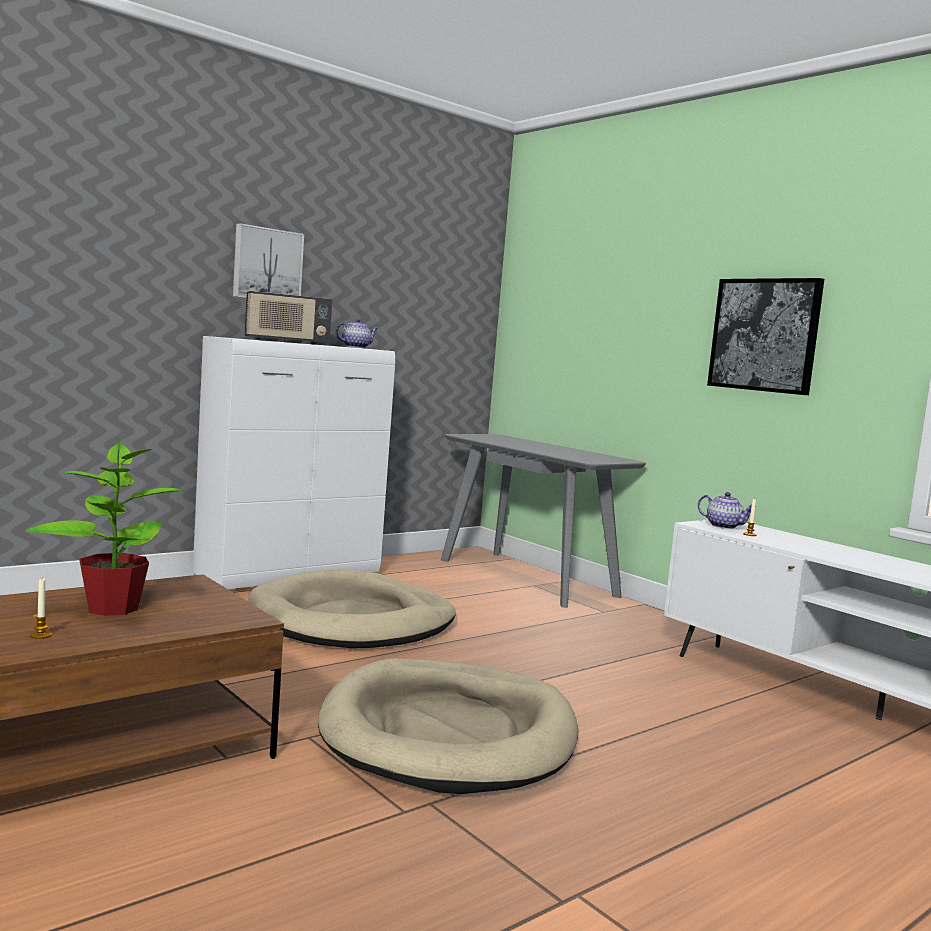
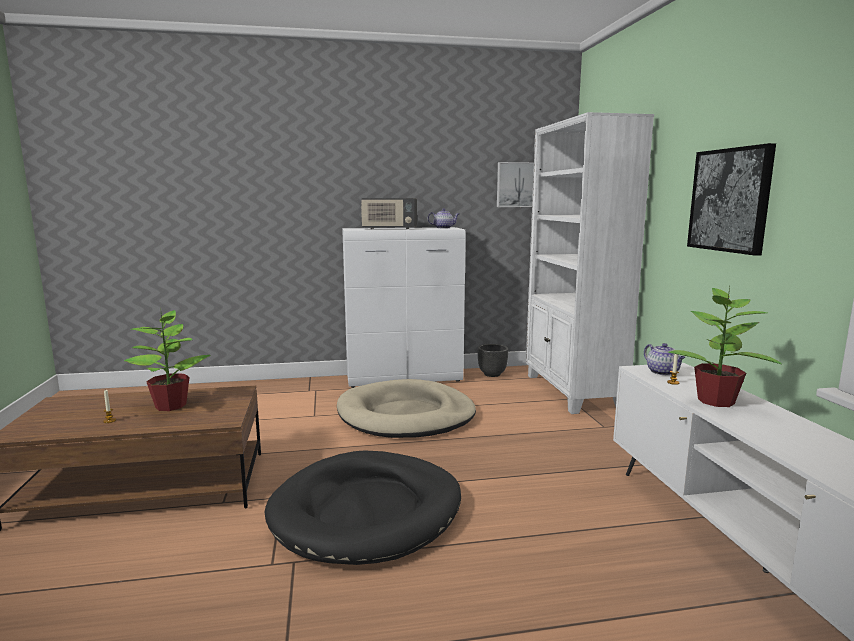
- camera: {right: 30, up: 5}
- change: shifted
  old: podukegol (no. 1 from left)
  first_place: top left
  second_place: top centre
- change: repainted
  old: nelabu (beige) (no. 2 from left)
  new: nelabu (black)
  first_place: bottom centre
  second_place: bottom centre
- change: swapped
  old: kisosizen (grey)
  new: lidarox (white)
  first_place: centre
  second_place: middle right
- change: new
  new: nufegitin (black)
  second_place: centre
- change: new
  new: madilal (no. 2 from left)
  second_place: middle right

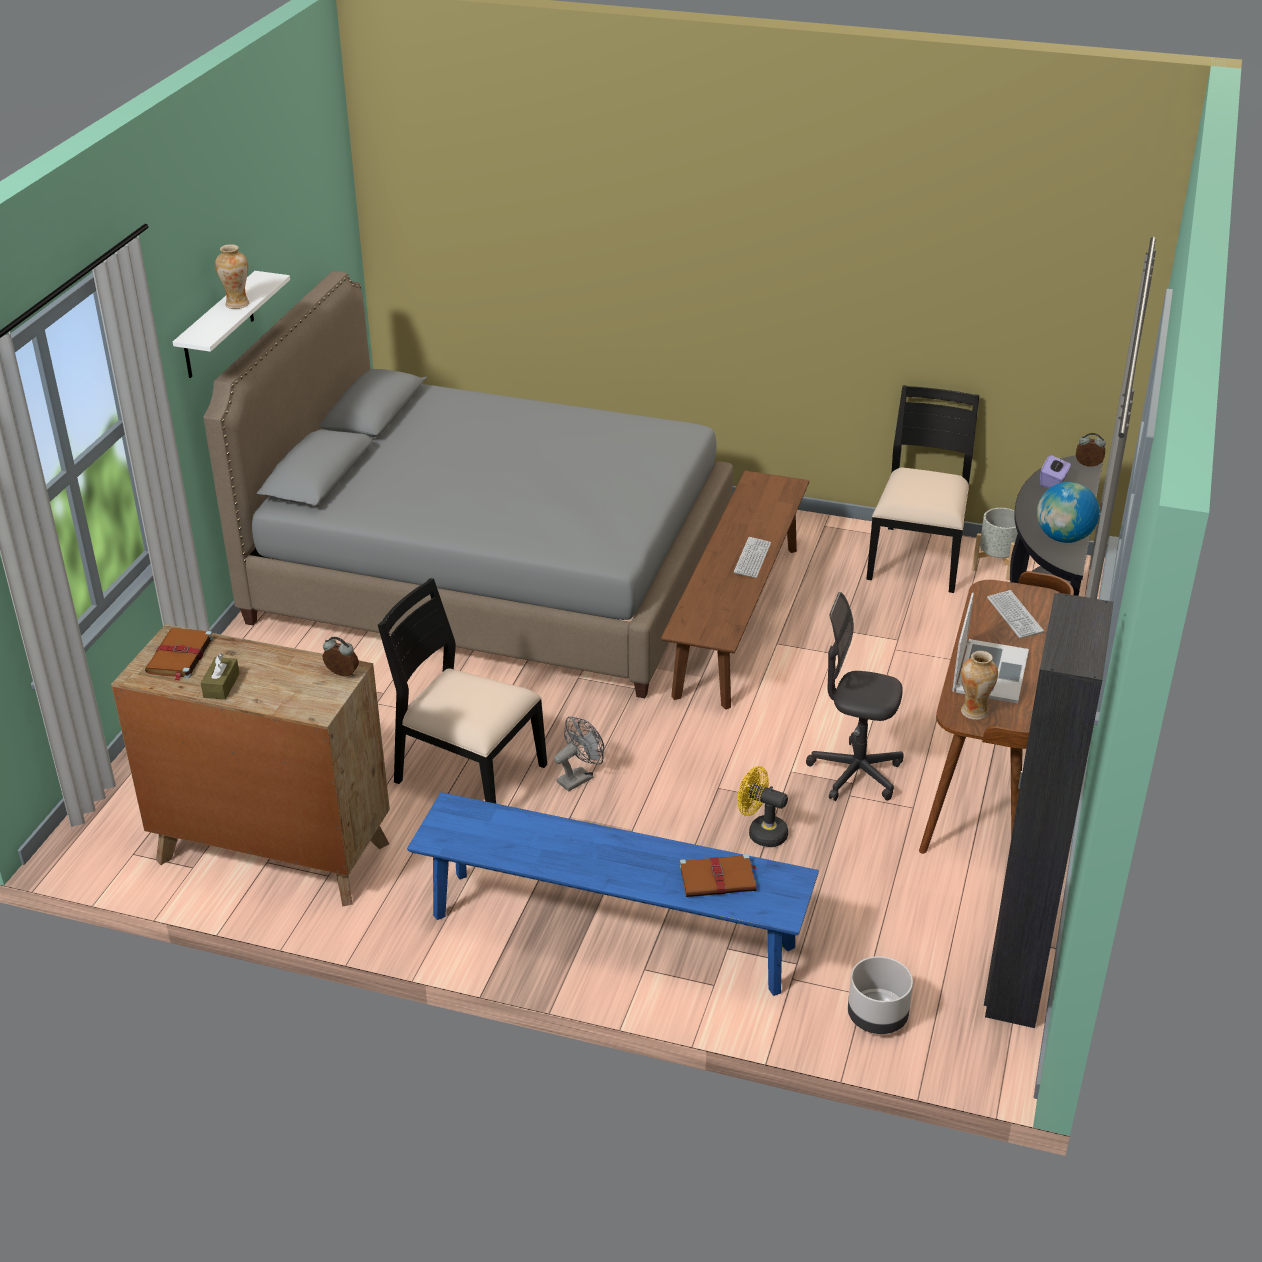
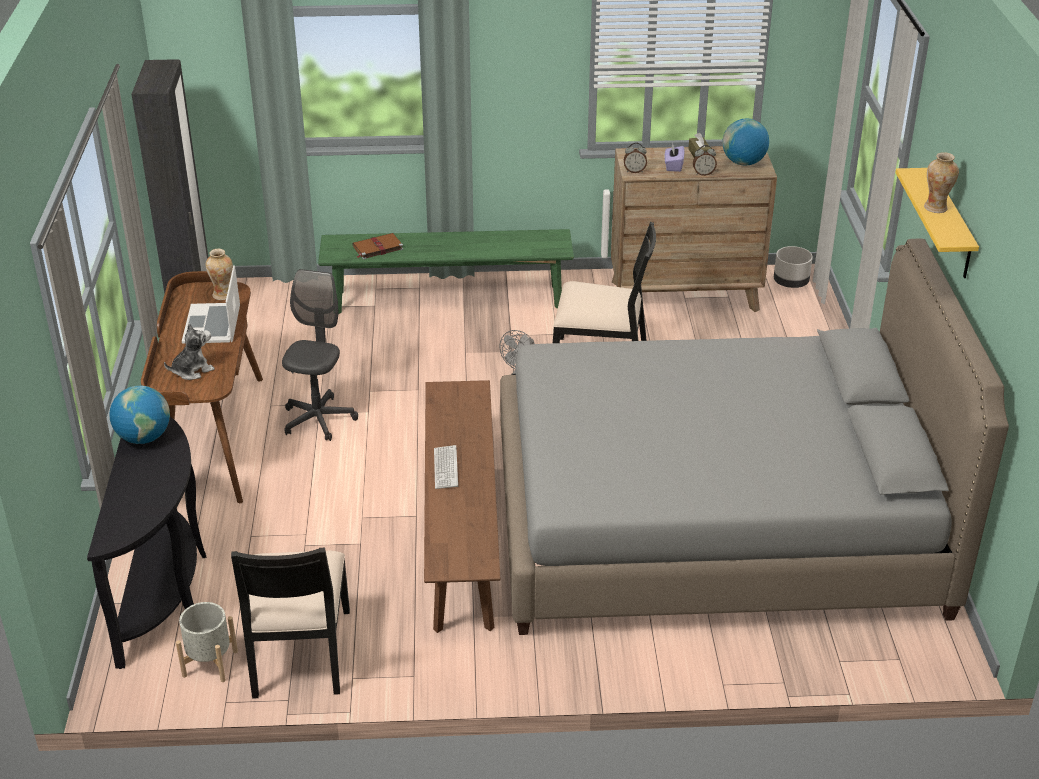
- camera: {right: 160, up: 0}
- change: swapped
  old: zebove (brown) (no. 1 from left)
  new: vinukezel (no. 2 from left)
  first_place: middle left
  second_place: top right
- change: repainted
  old: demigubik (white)
  new: demigubik (yellow)
  first_place: top left
  second_place: top right
- change: repainted
  old: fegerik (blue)
  new: fegerik (green)
  first_place: bottom centre
  second_place: centre
- change: gone
  old: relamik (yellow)
  first_place: centre
- change: rotated
  old: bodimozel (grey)
  first_place: middle right
  second_place: middle left
  degrees: -75
- change: shifted
  old: nufegitin (grey) (no. 1 from left in the first image)
  new: nufegitin (grey) (no. 2 from left)
  first_place: bottom right
  second_place: middle right
- change: swapped
  old: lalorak (no. 2 from left)
  new: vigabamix
  first_place: middle right
  second_place: middle left
- change: shifted
  old: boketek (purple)
  first_place: middle right
  second_place: top centre
- change: shifted
  old: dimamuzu (no. 2 from left)
  first_place: middle right
  second_place: top right

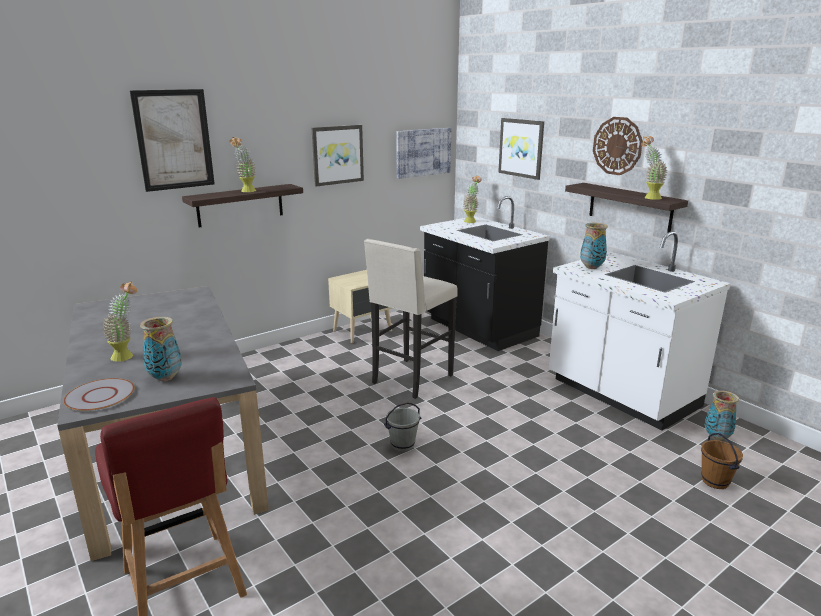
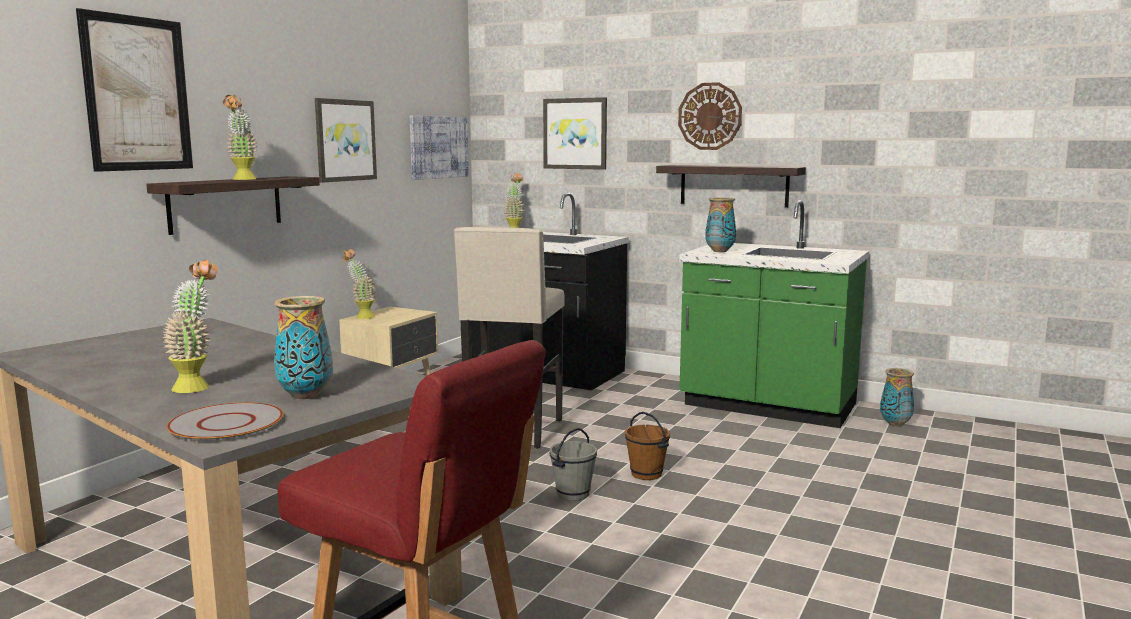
- camera: {right: -25, up: -10}
- change: repainted
  old: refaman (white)
  new: refaman (green)
  first_place: middle right
  second_place: middle right
- change: shifted
  old: madilal (no. 4 from left in the first image)
  new: madilal (no. 3 from left)
  first_place: top right
  second_place: middle left
- change: shifted
  old: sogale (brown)
  first_place: bottom right
  second_place: bottom centre

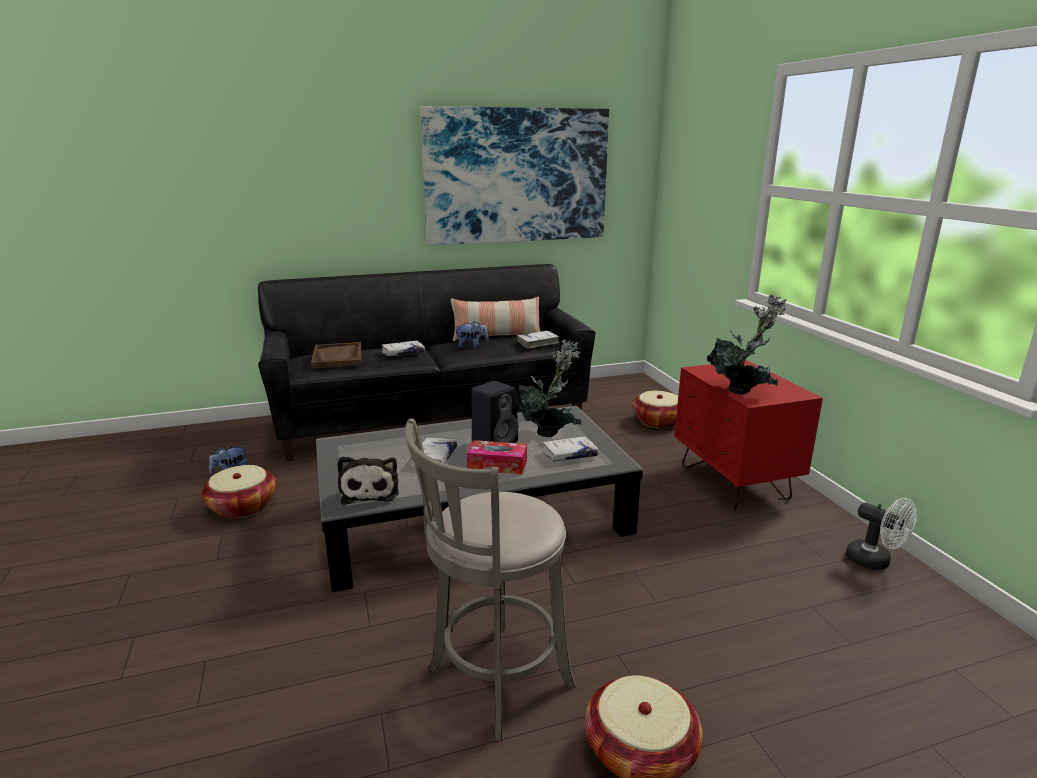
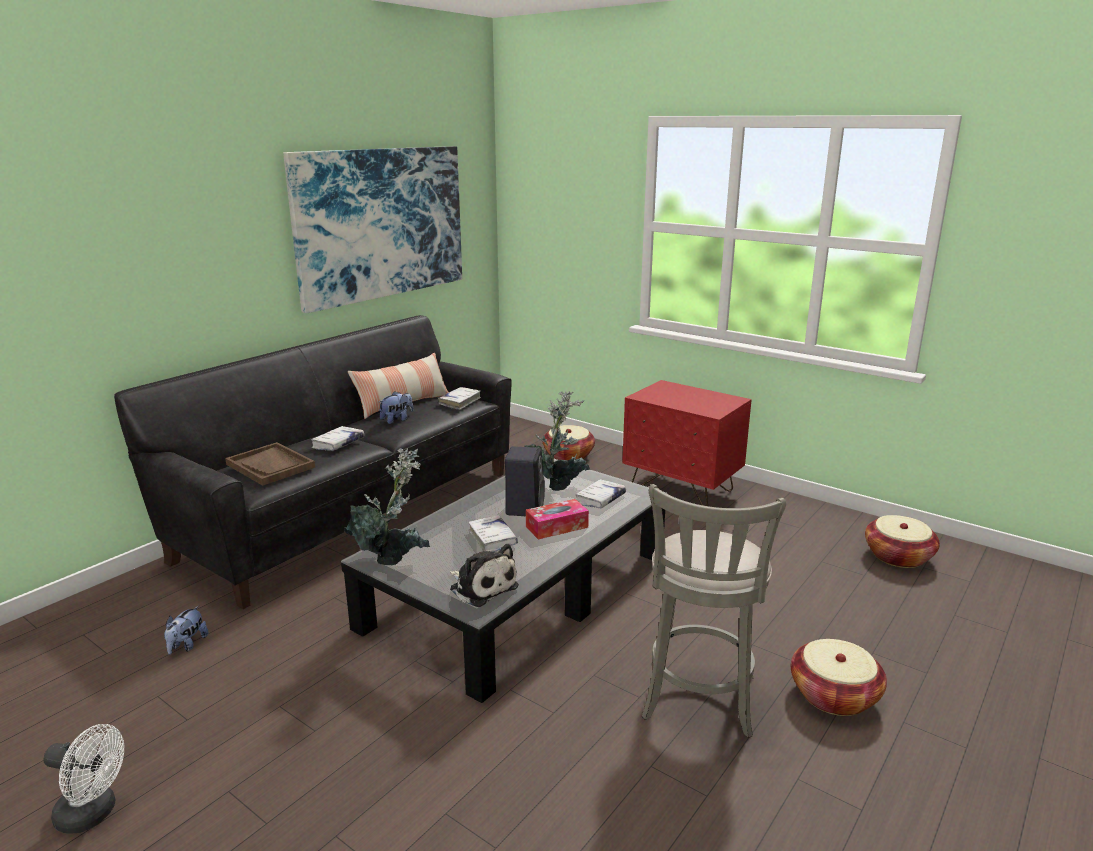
- camera: {right: -35, up: 0}
- change: shifted
  old: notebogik (no. 1 from left in the first image)
  new: notebogik (no. 3 from left)
  first_place: middle left
  second_place: middle right
- change: shifted
  old: madilal (no. 2 from left in the first image)
  new: madilal (no. 1 from left)
  first_place: middle right
  second_place: centre
- change: shifted
  old: relamik (white)
  first_place: bottom right
  second_place: bottom left

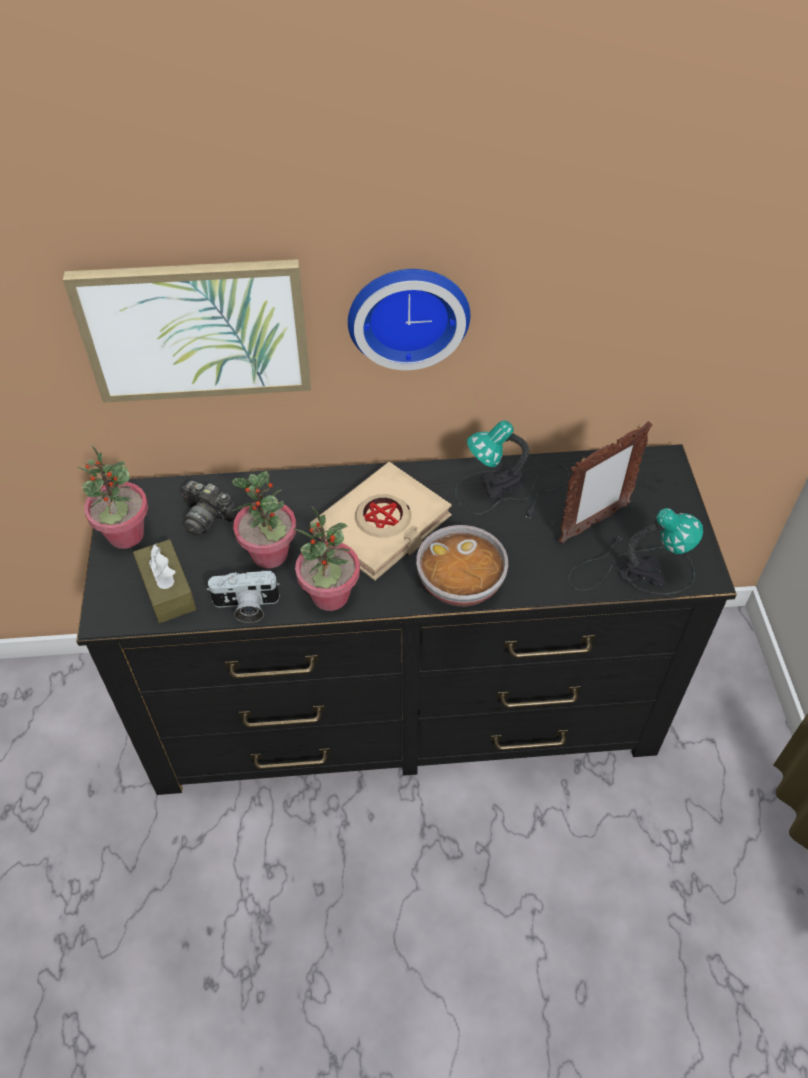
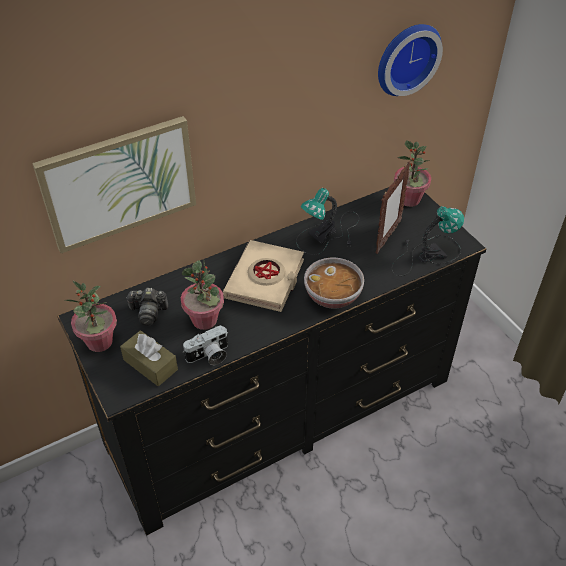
- camera: {right: -25, up: -5}
- change: shifted
  old: madilal (no. 3 from left)
  first_place: centre
  second_place: top right
- change: shifted
  old: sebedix
  first_place: top centre
  second_place: top right

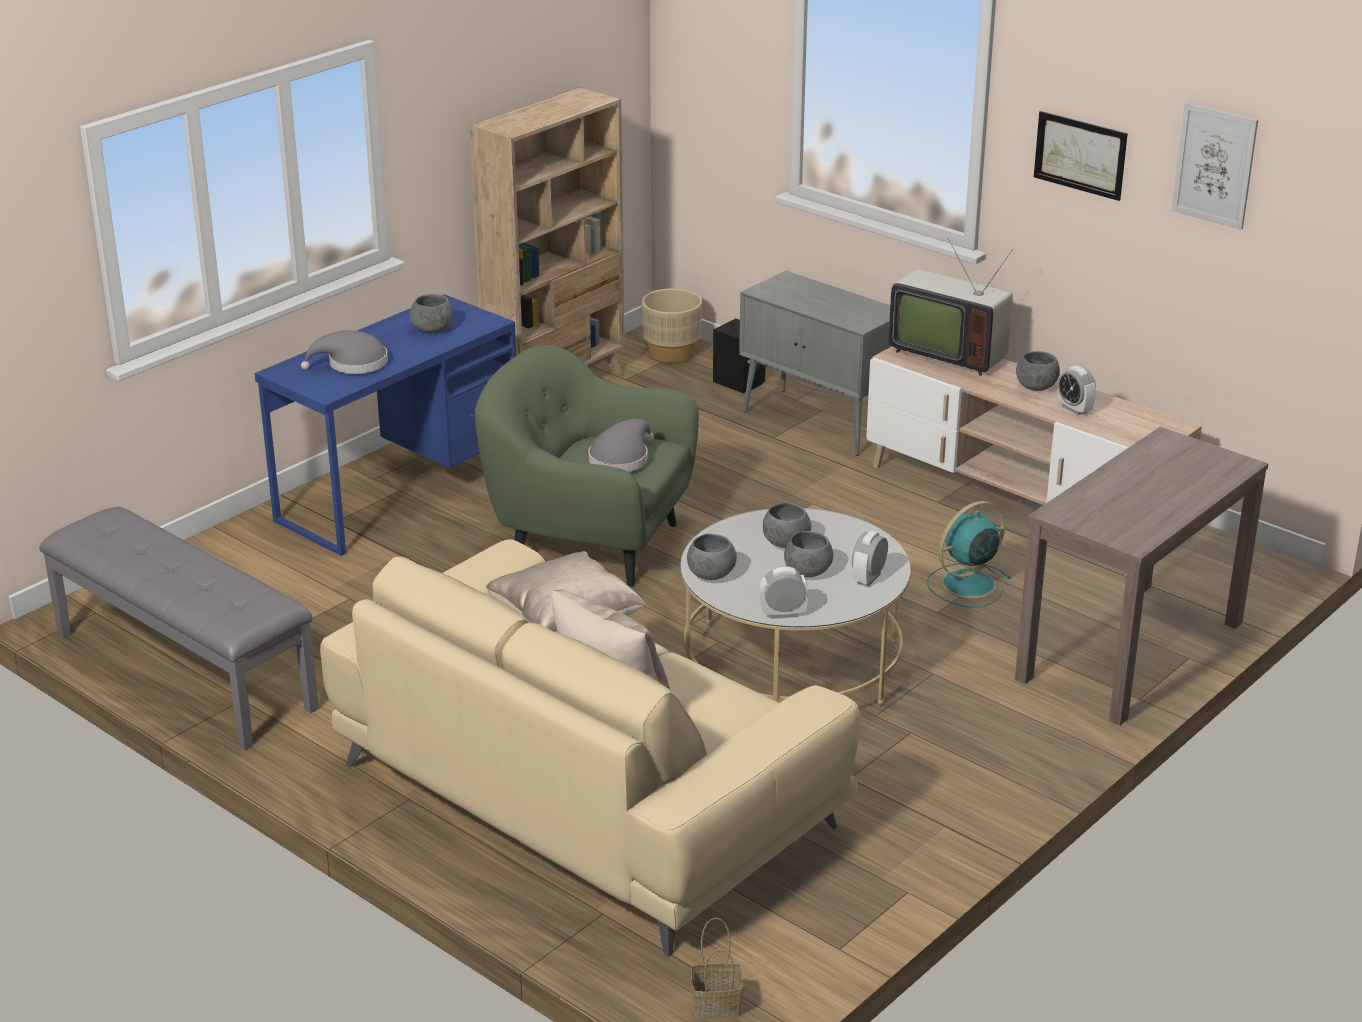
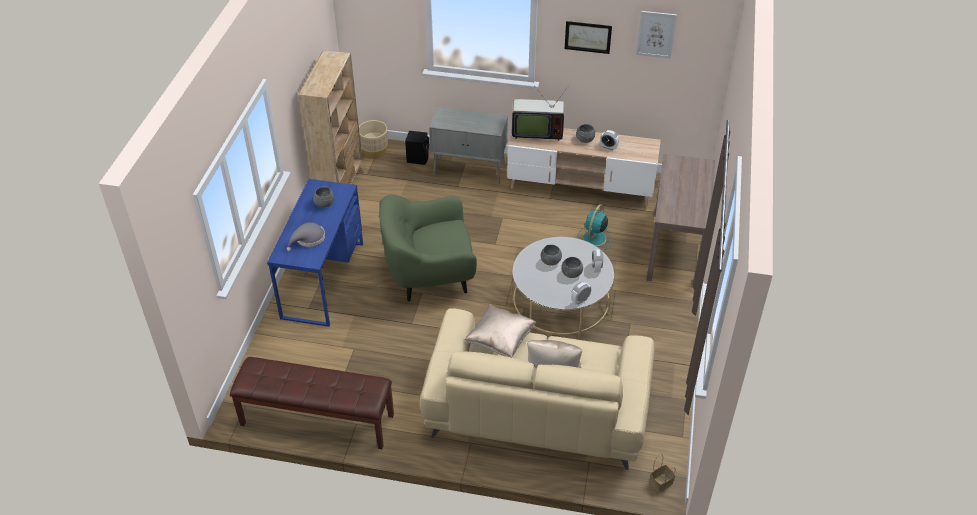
- camera: {right: -30, up: 15}
- change: repainted
  old: fegerik (grey)
  new: fegerik (brown)
  first_place: middle left
  second_place: bottom left
- change: gone
  old: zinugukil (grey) (no. 2 from left)
  first_place: centre
- change: gone
  old: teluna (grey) (no. 2 from left)
  first_place: centre

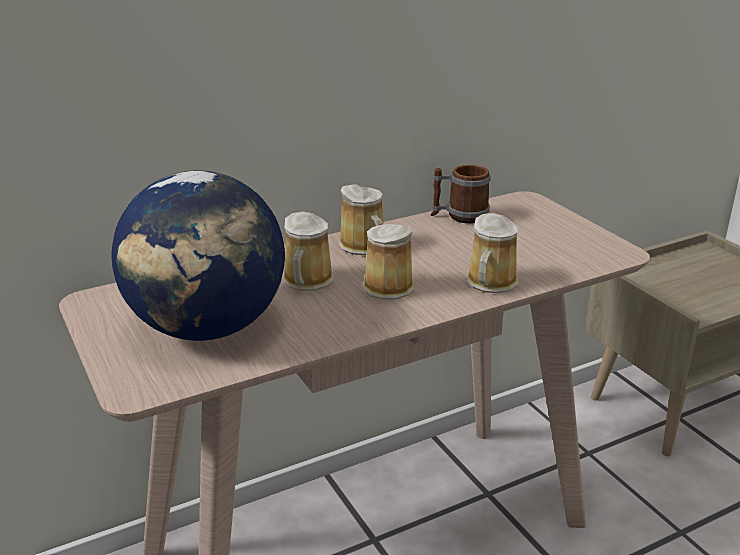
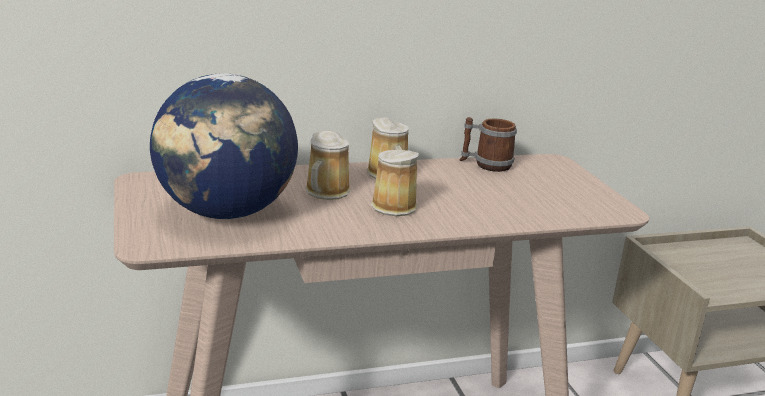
- camera: {right: 10, up: -5}
- change: gone
  old: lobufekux (no. 5 from left)
  first_place: centre

